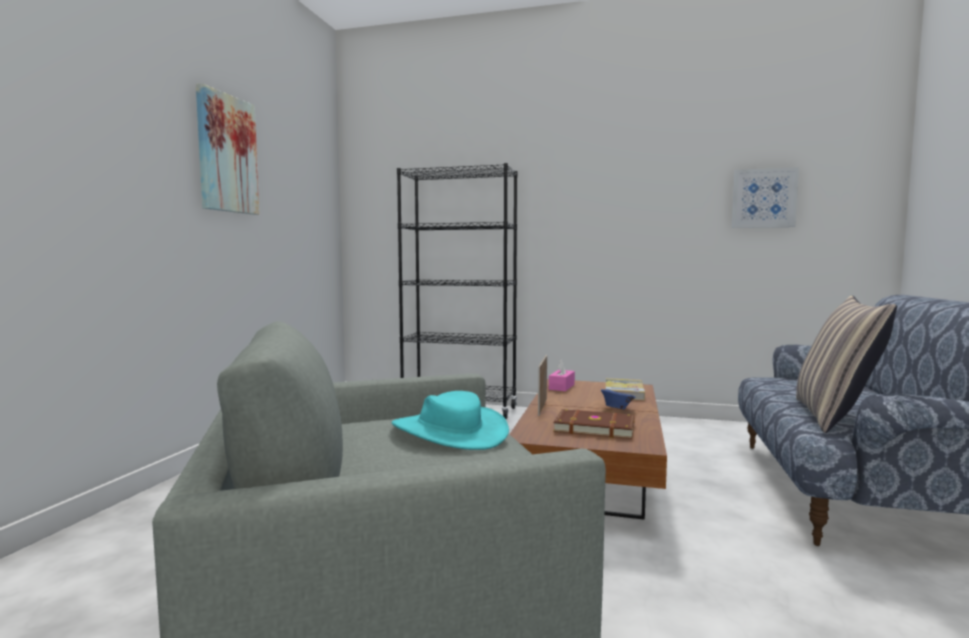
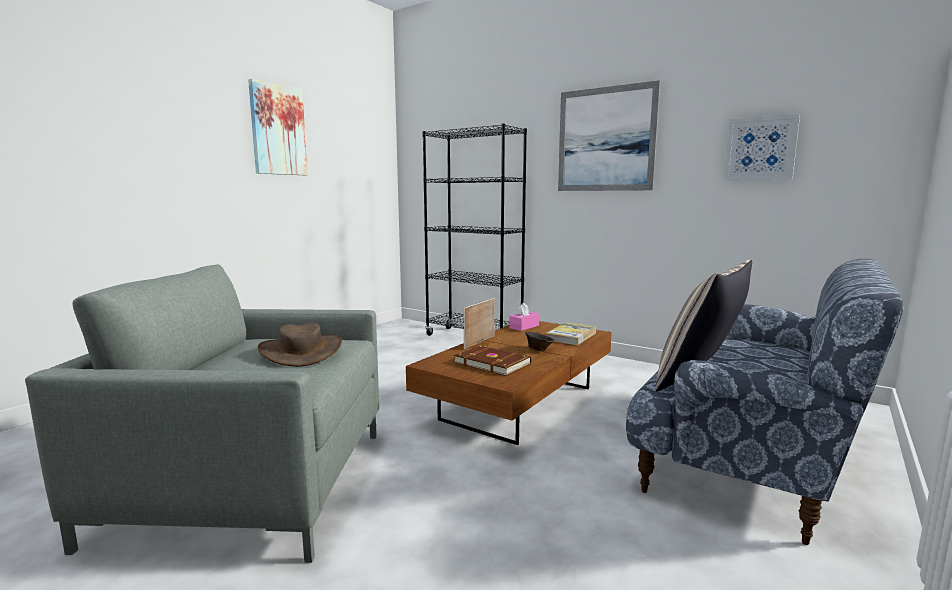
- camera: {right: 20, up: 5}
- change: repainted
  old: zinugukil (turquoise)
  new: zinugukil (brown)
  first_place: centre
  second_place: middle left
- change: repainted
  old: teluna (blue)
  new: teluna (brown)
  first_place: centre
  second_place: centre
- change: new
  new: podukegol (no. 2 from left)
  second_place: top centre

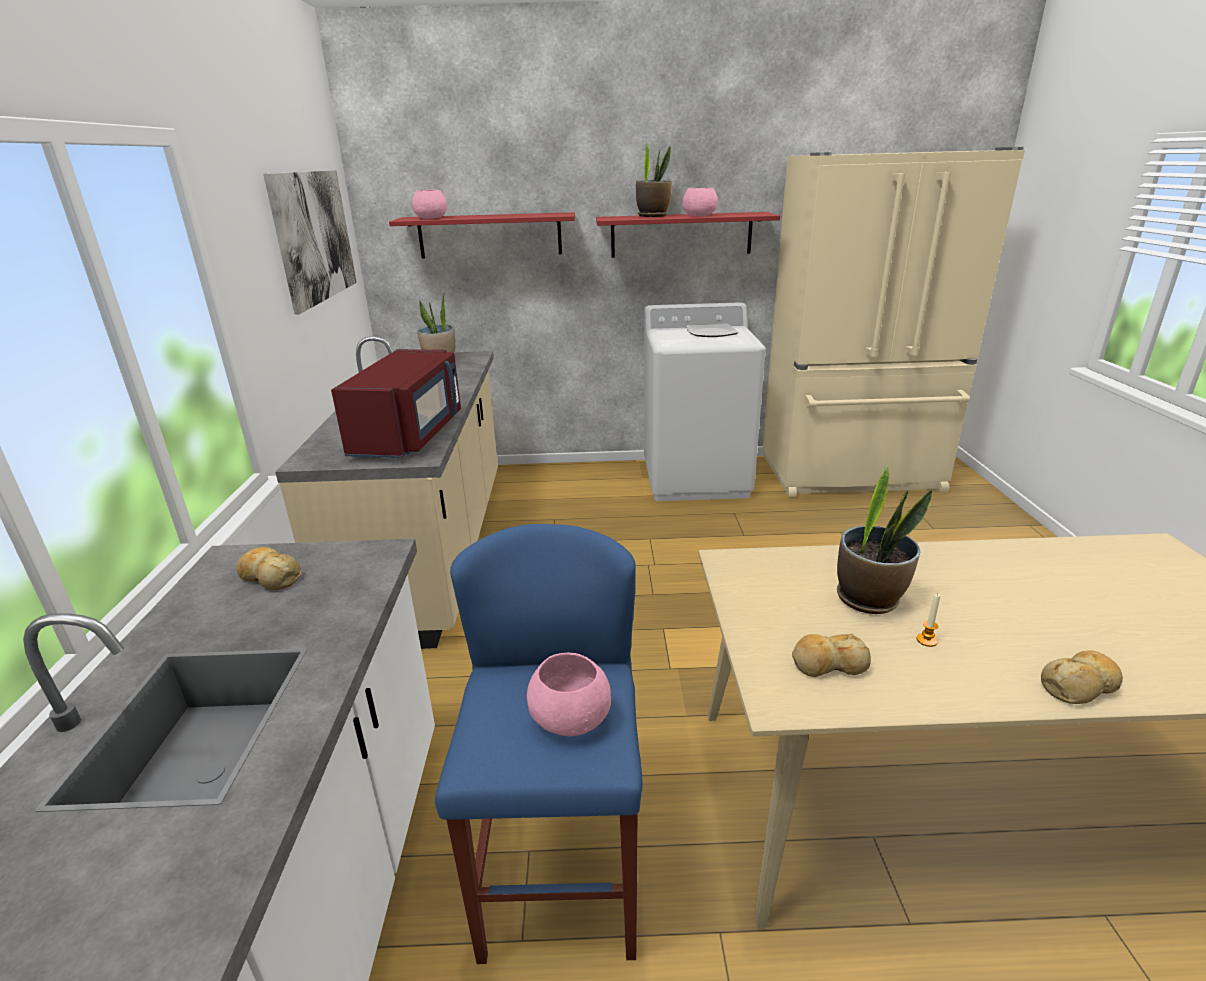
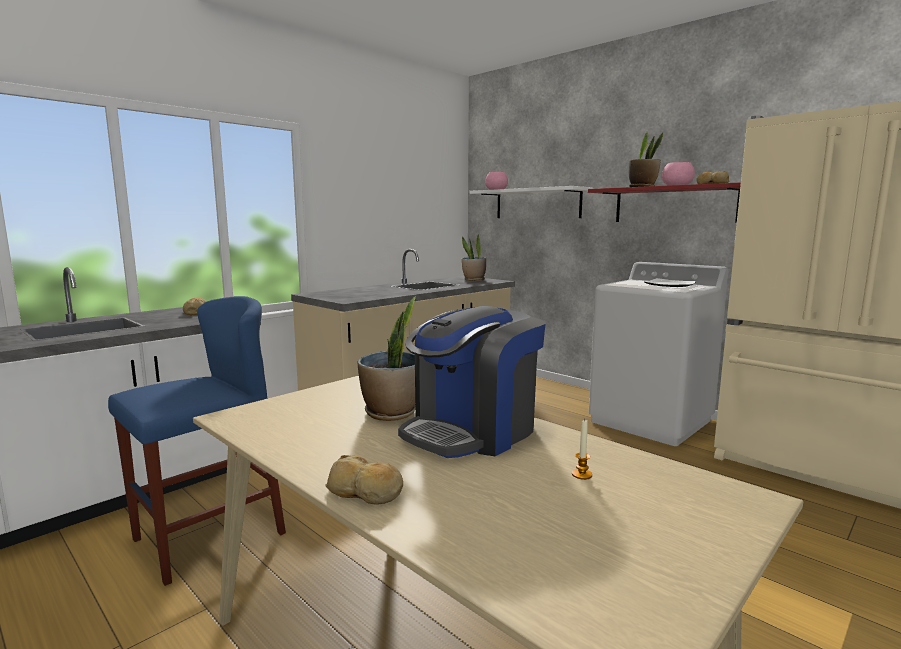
- camera: {right: 45, up: -15}
- change: gone
  old: podukegol
  first_place: top left
- change: gone
  old: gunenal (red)
  first_place: middle left
- change: repainted
  old: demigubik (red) (no. 1 from left)
  new: demigubik (white)
  first_place: top centre
  second_place: top centre
- change: gone
  old: teluna (pink) (no. 2 from left)
  first_place: bottom centre
- change: shifted
  old: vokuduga (no. 2 from left in the first image)
  new: vokuduga (no. 3 from left)
  first_place: bottom right
  second_place: top right
- change: shifted
  old: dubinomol
  first_place: middle right
  second_place: bottom centre
- change: new
  new: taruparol
  second_place: centre

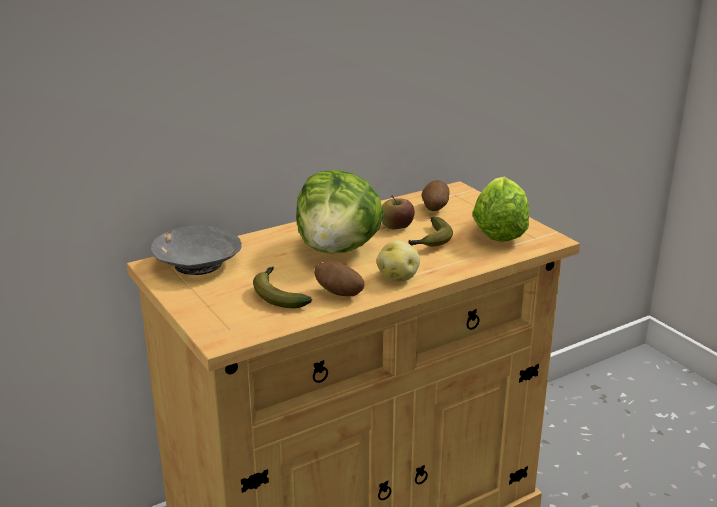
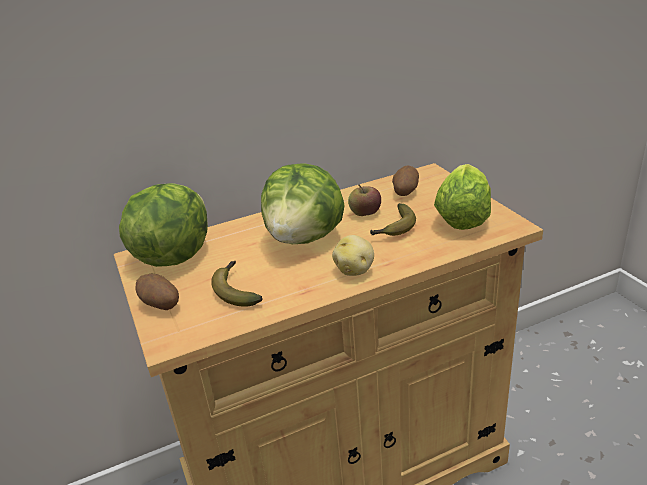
- camera: {right: 10, up: 5}
- change: swapped
  old: teluna (grey)
  new: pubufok (no. 1 from left)
  first_place: middle left
  second_place: middle left
- change: shifted
  old: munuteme (no. 1 from left)
  first_place: centre
  second_place: middle left

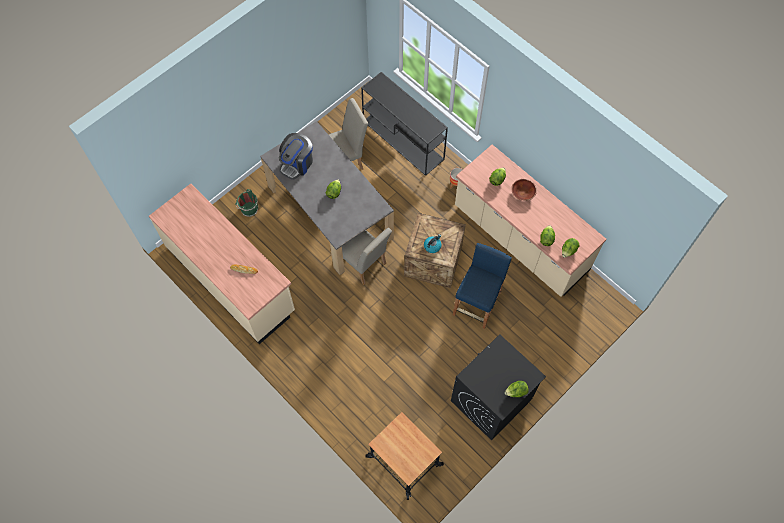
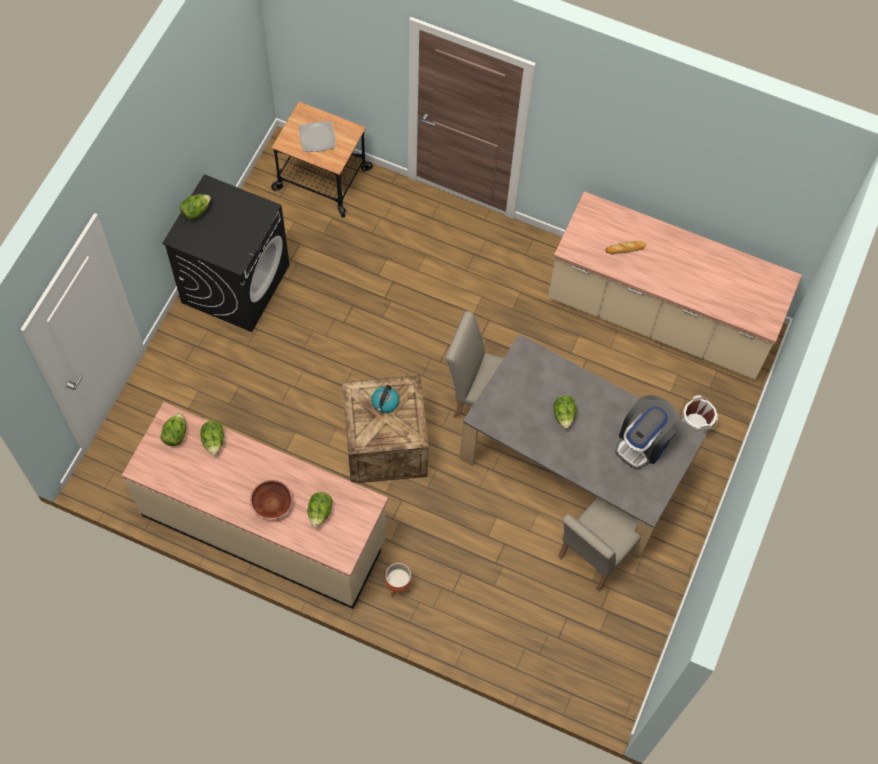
- camera: {right: 155, up: 0}
- change: repainted
  old: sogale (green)
  new: sogale (white)
  first_place: middle left
  second_place: middle right
- change: rotated
  old: taruparol
  first_place: top centre
  second_place: middle right
  degrees: -150
- change: gone
  old: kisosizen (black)
  first_place: top centre
- change: gone
  old: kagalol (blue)
  first_place: centre
- change: new
  new: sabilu
  second_place: top centre

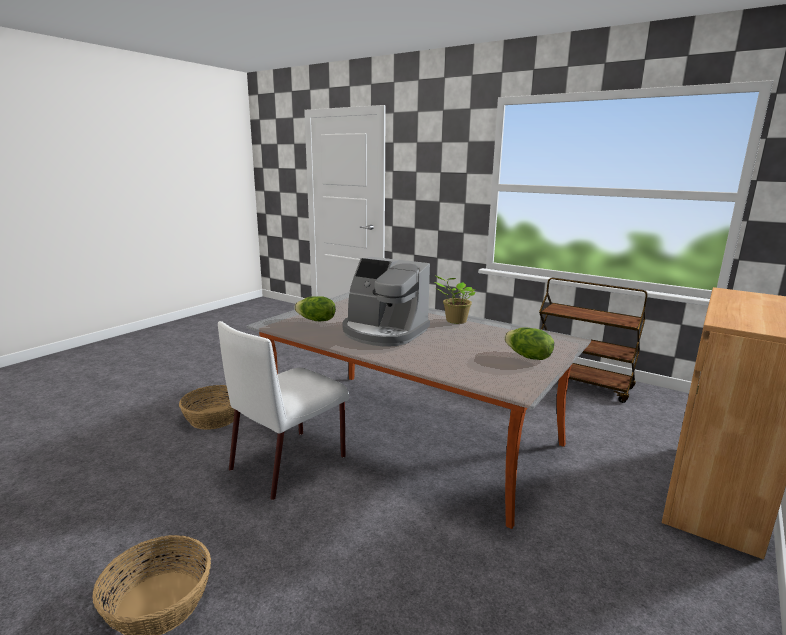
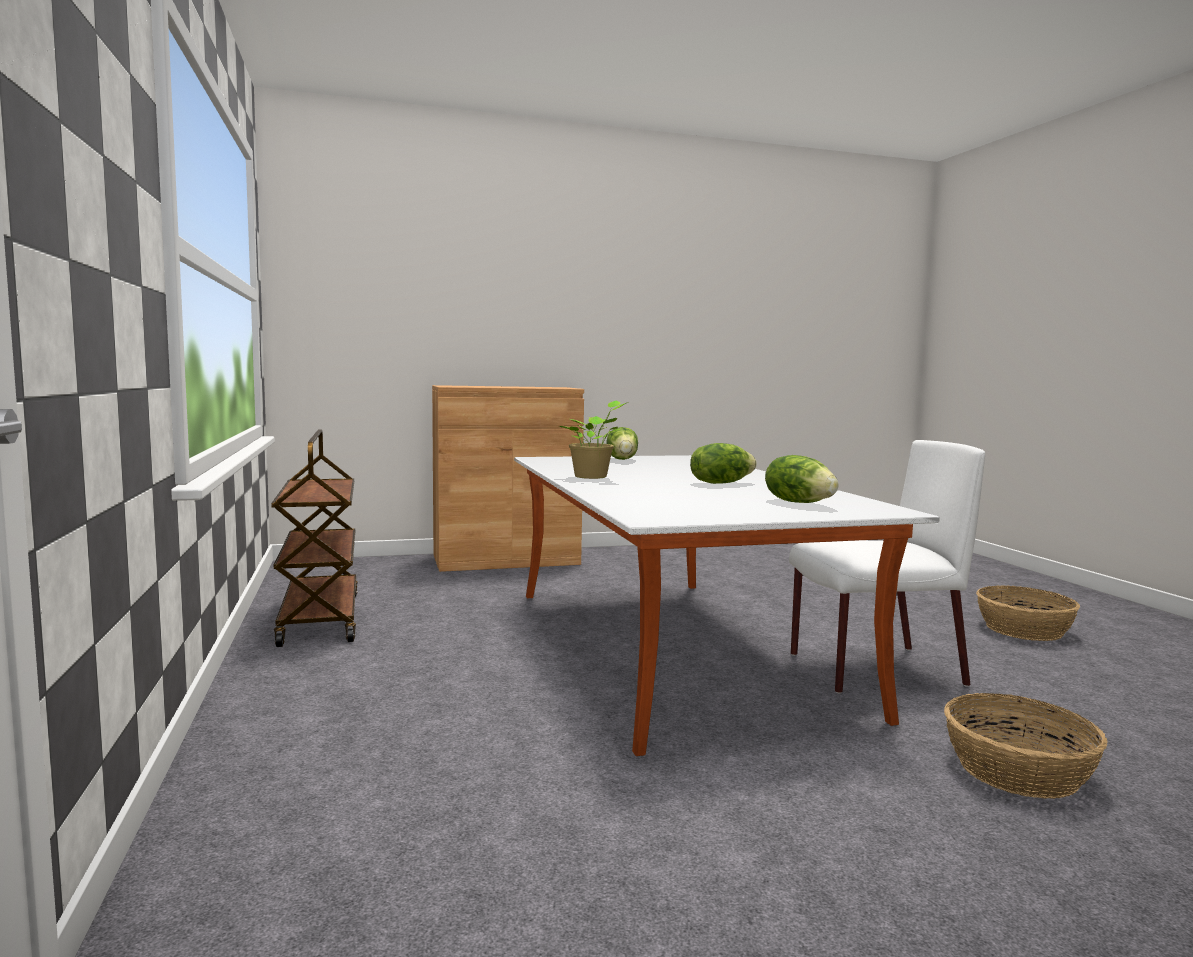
- camera: {right: -140, up: -10}
- change: swapped
  old: taruparol
  new: pubufok (no. 2 from left)
  first_place: centre
  second_place: centre

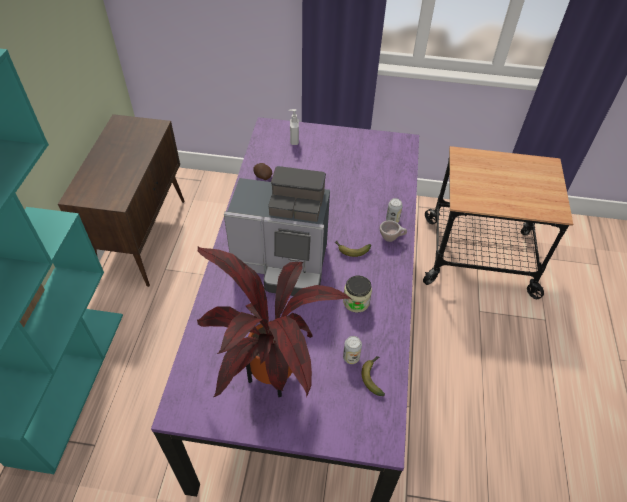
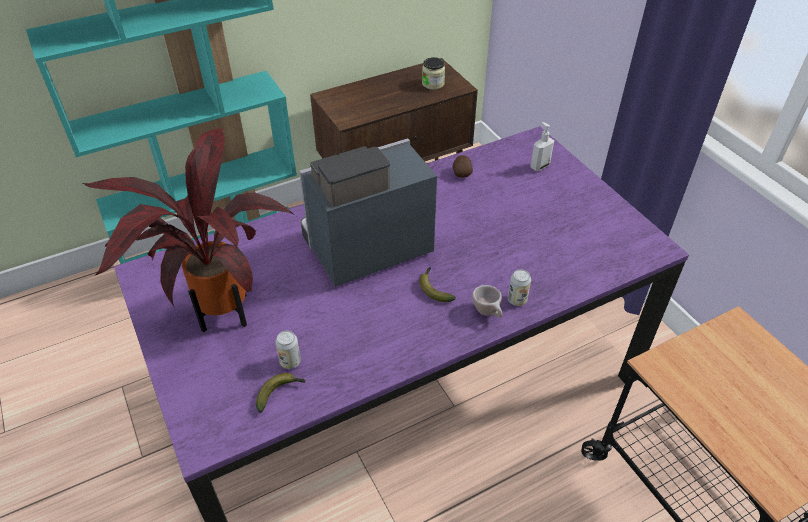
- camera: {right: 55, up: -5}
- change: rotated
  old: taruparol
  first_place: centre
  second_place: centre
  degrees: 90
- change: shifted
  old: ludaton
  first_place: centre
  second_place: top centre

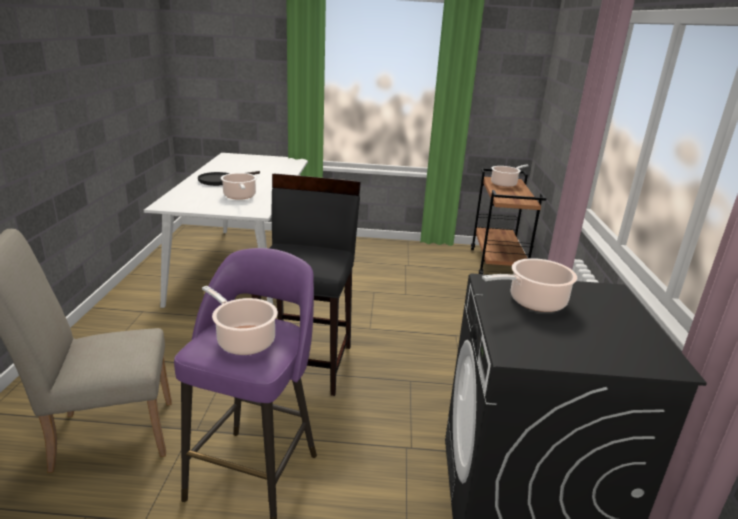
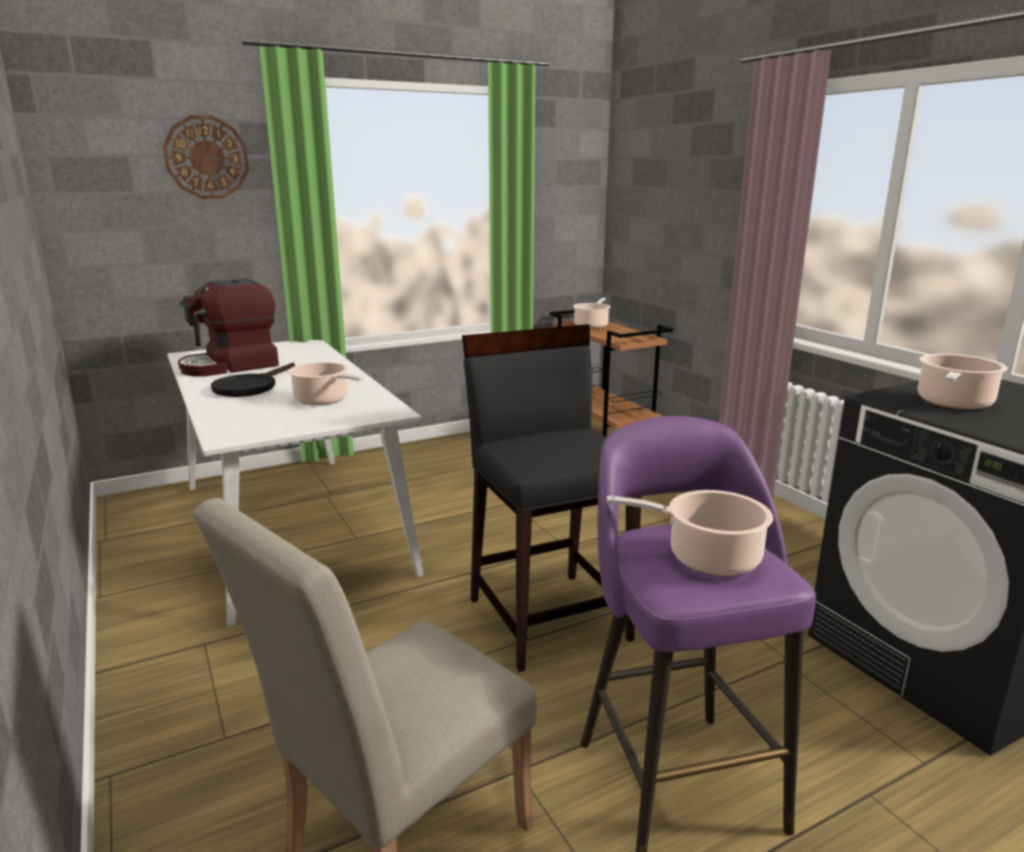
- camera: {right: -30, up: -5}
- change: new
  new: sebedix
  second_place: top left
- change: new
  new: taruparol
  second_place: middle left

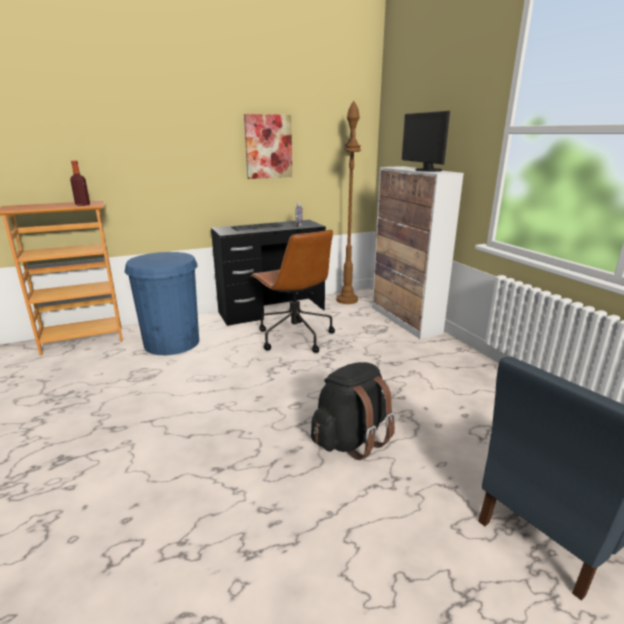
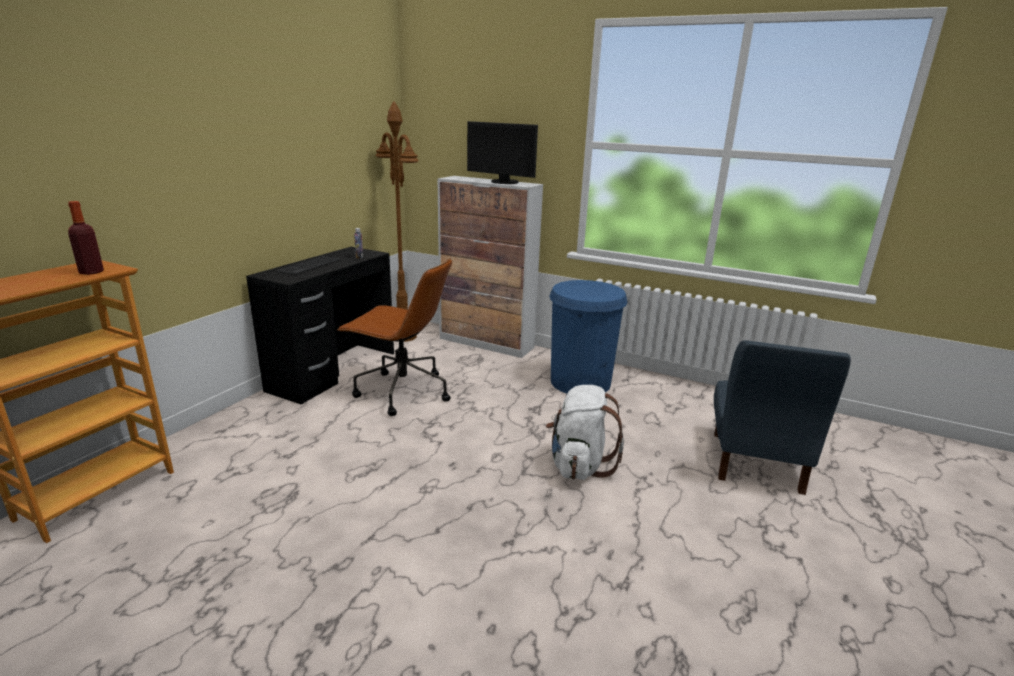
- camera: {right: -40, up: 0}
- change: shifted
  old: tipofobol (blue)
  first_place: middle left
  second_place: centre
- change: gone
  old: podukegol
  first_place: top centre
- change: repainted
  old: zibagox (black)
  new: zibagox (white)
  first_place: centre
  second_place: centre

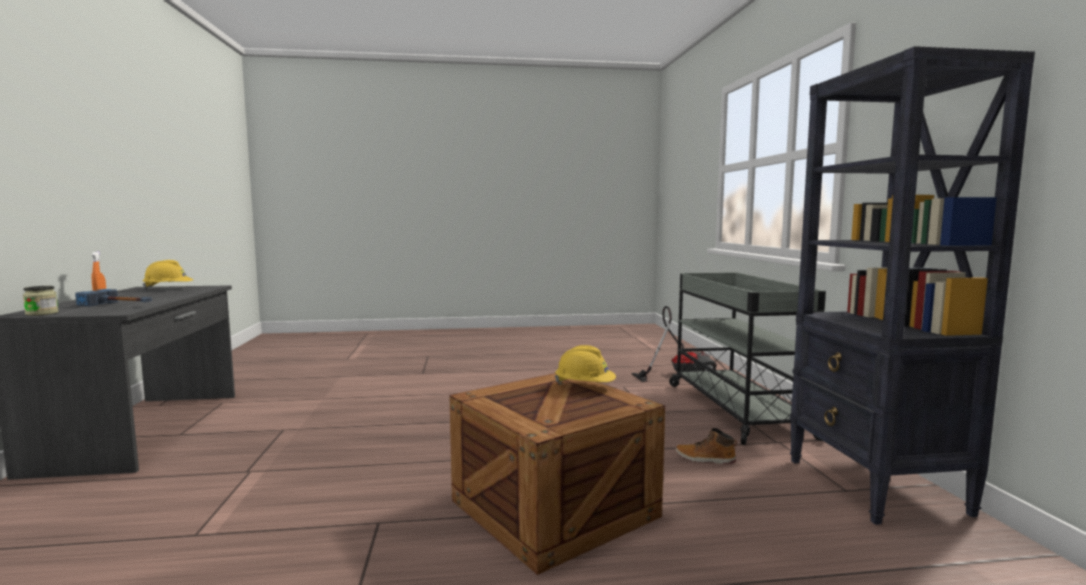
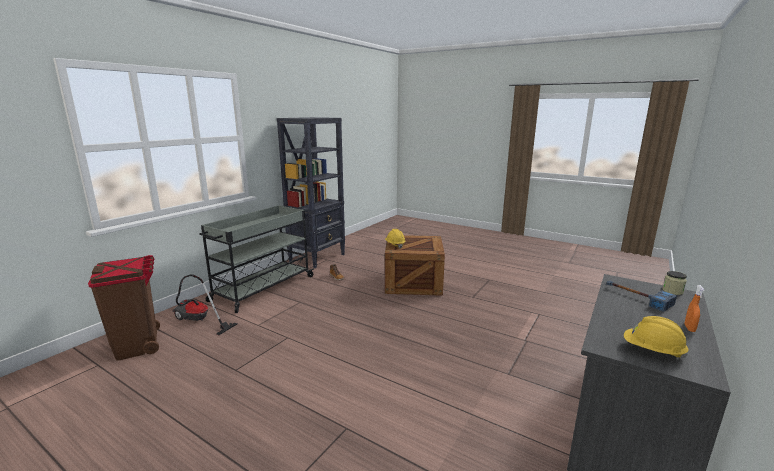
- camera: {right: -140, up: 10}
- change: new
  new: tipofobol (brown)
  second_place: middle left

